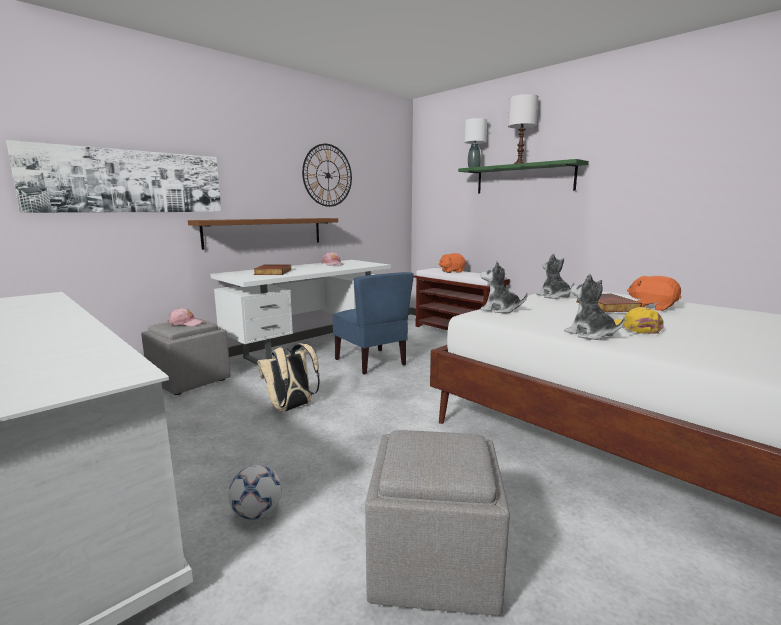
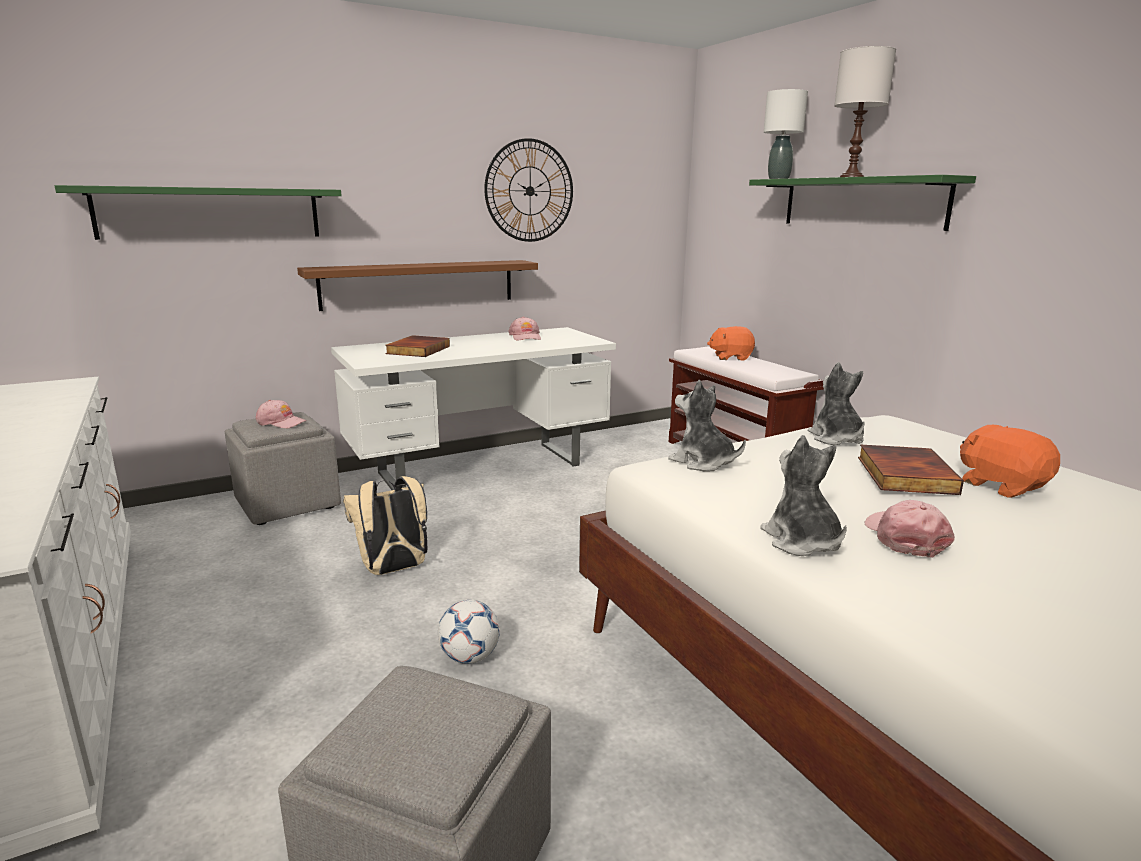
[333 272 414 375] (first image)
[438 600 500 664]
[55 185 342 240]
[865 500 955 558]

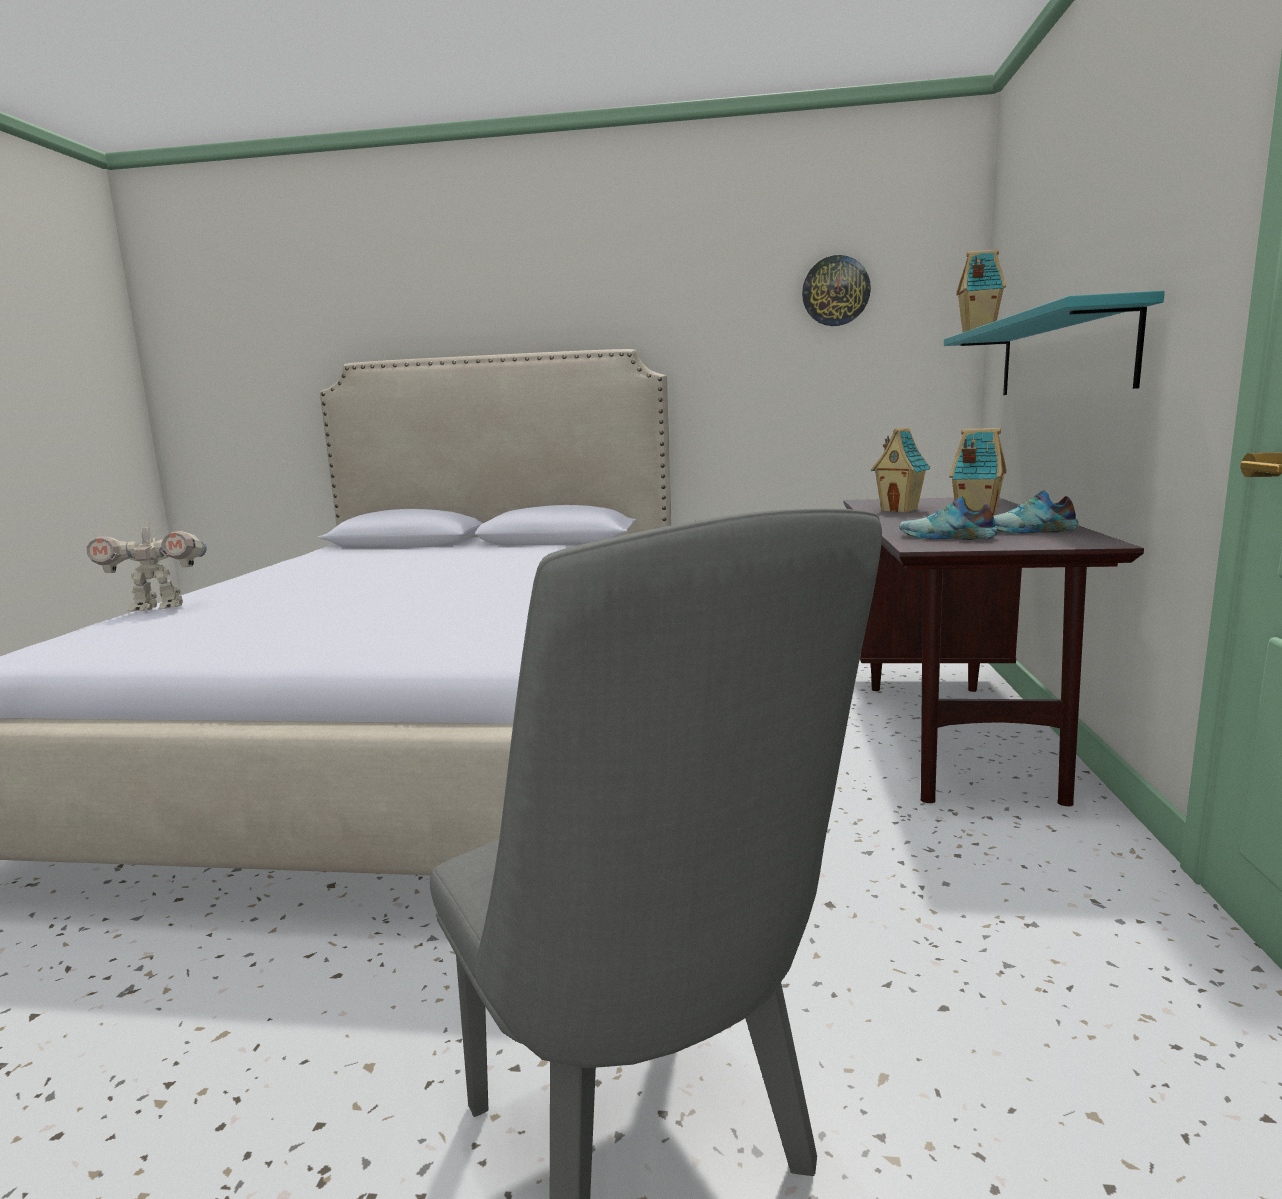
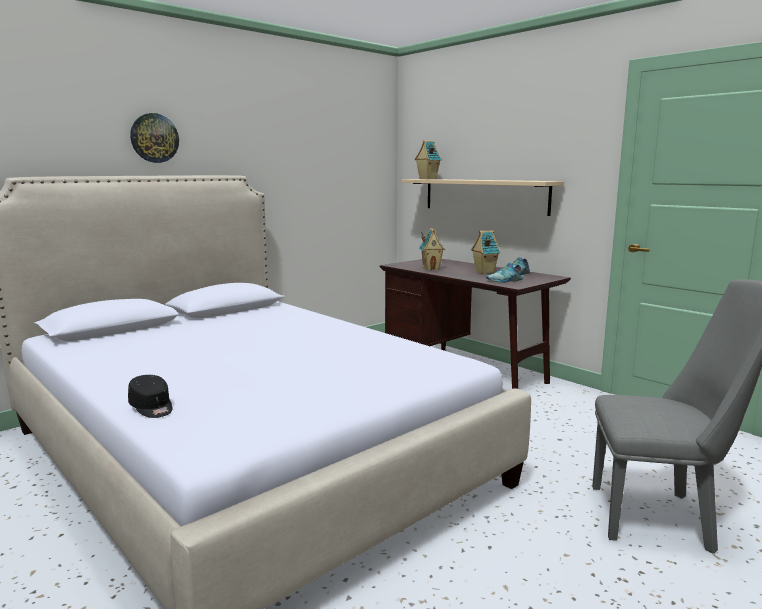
[130 113 179 163]
[128 375 172 418]
[401 179 564 216]

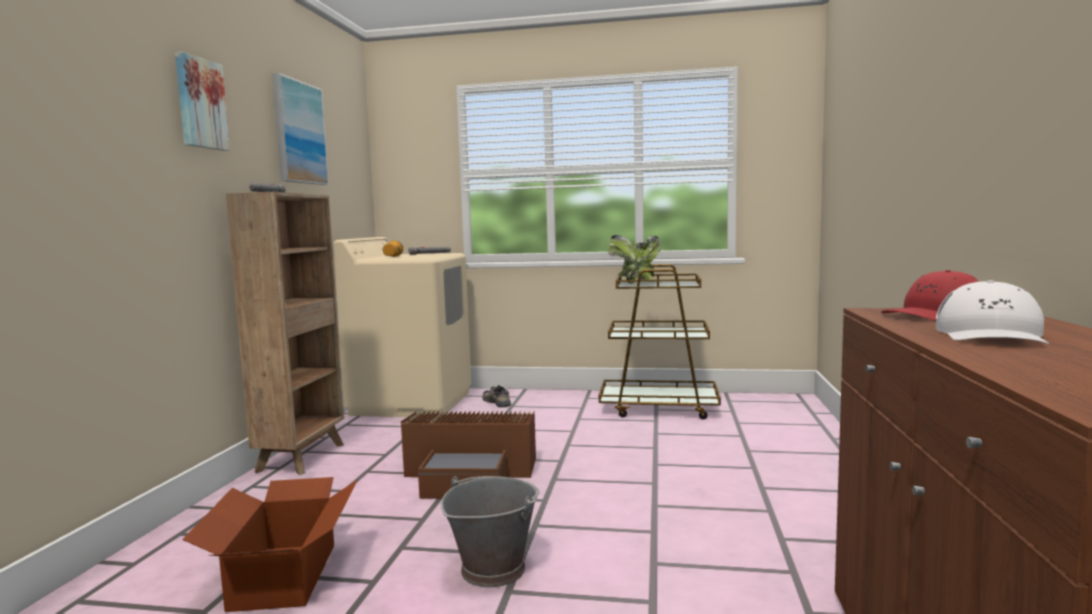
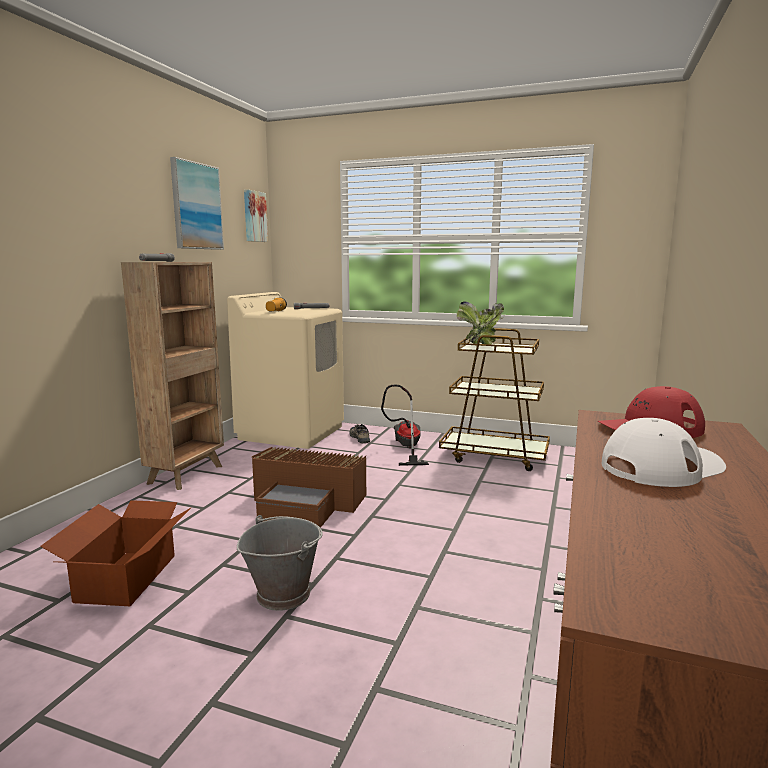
[381 384 429 466]
[244 189 268 242]
[602 418 726 487]

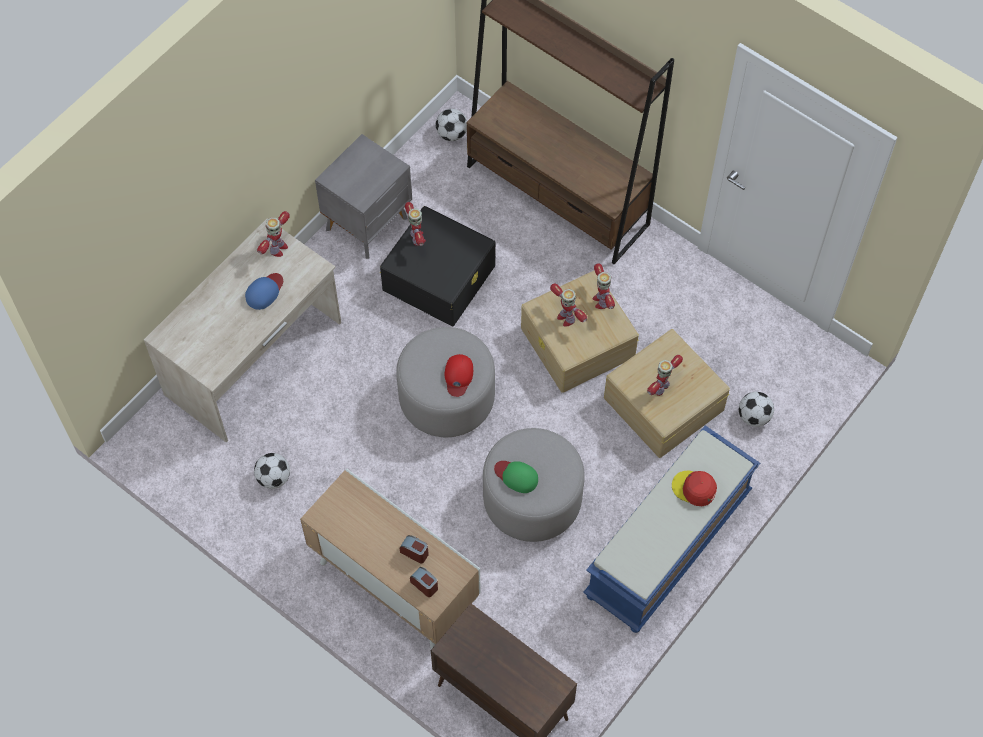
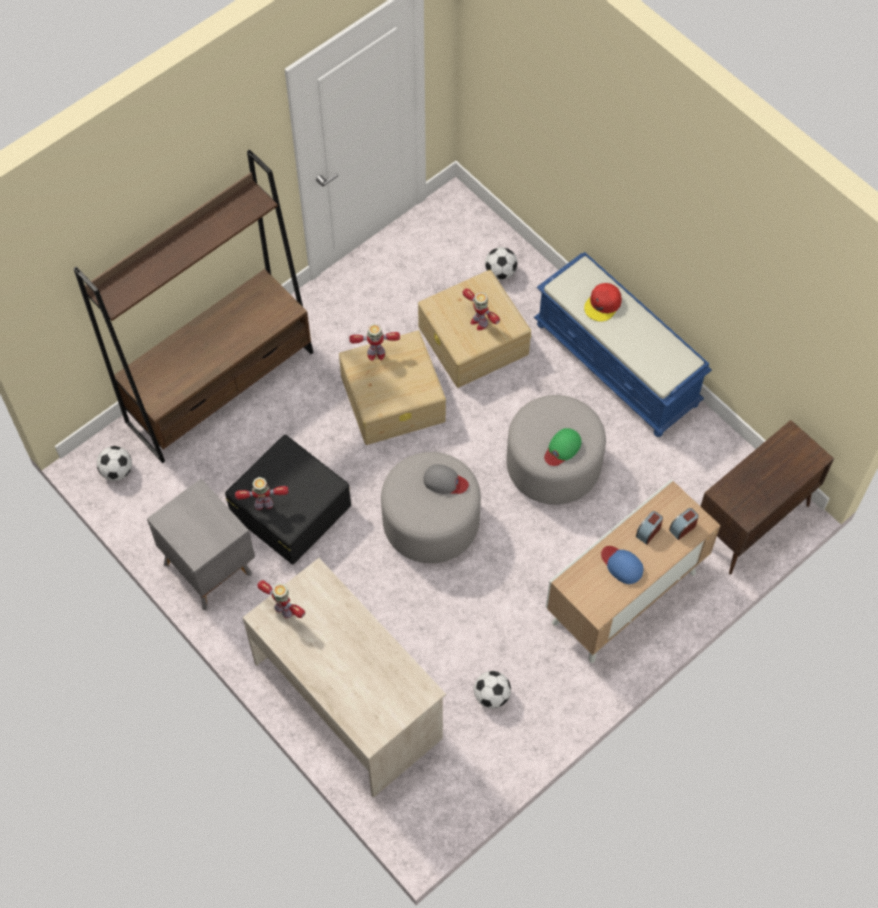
[550 283 587 326] (first image)
[601 546 643 584]
[423 464 469 494]

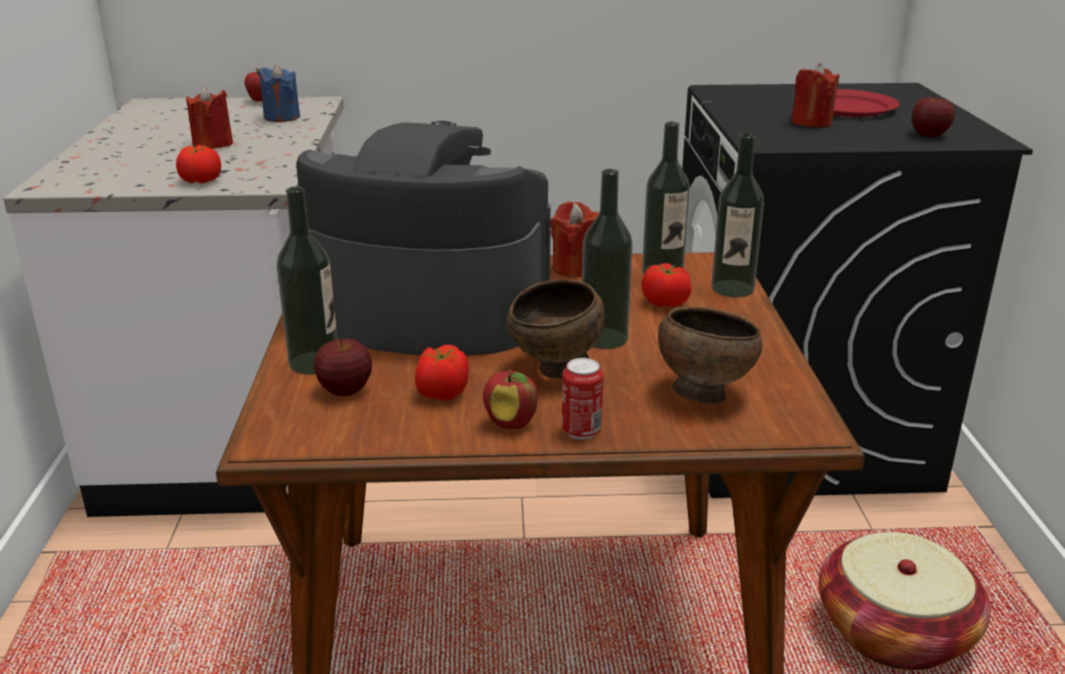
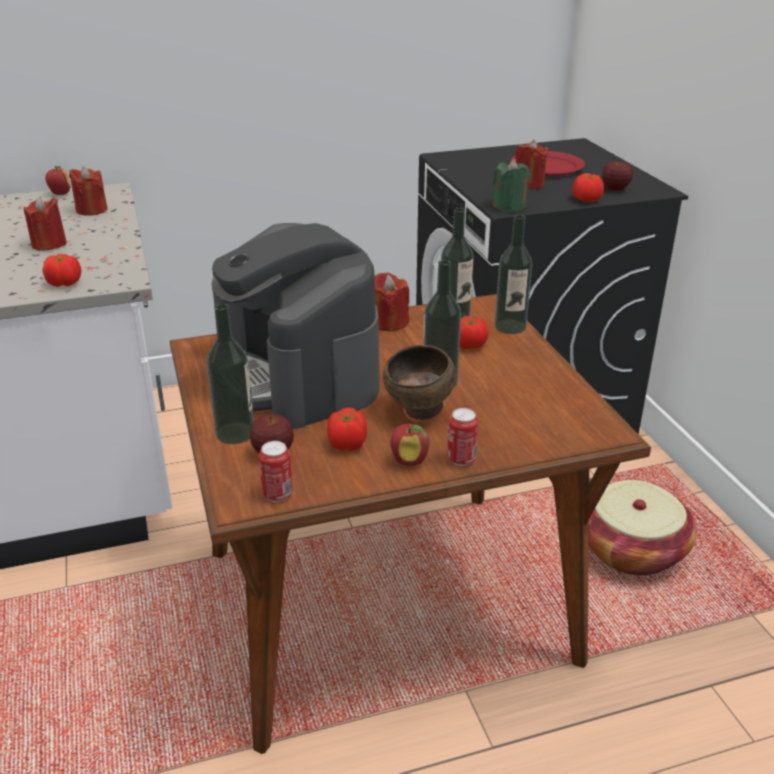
[658 307 763 404] (first image)
[259 441 293 502]
[492 159 530 212]
[573 173 604 202]
[69 167 107 216]
[212 223 380 429]

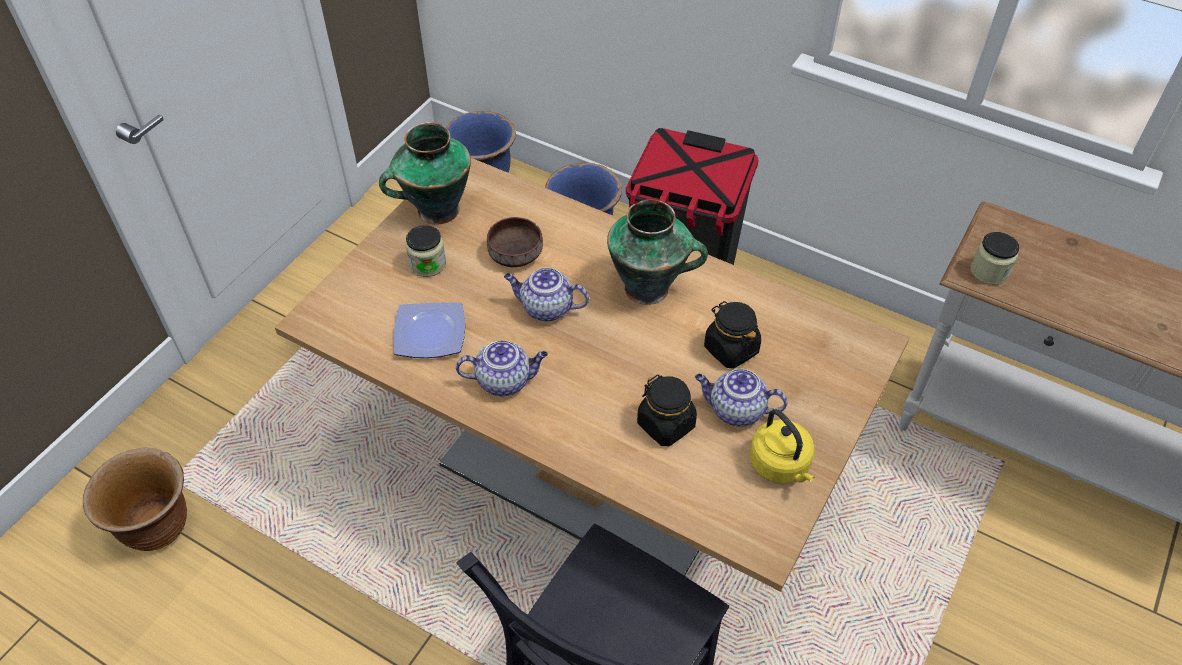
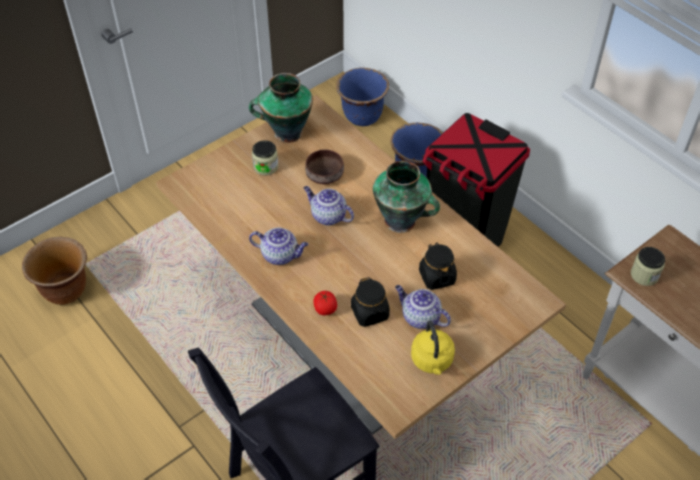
[393 302 465 358] (first image)
[313 291 337 315]

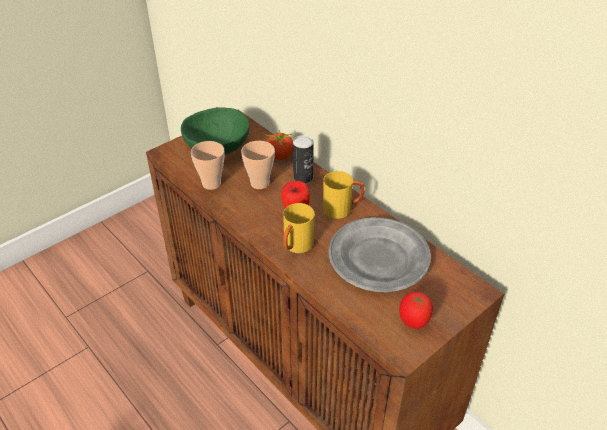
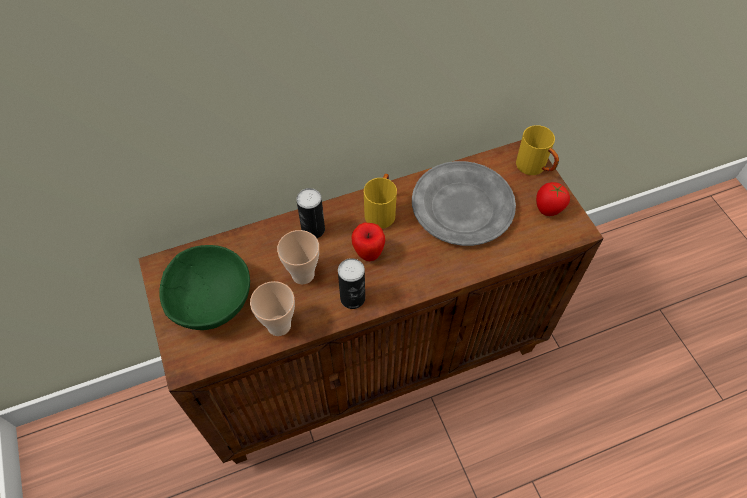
[265 130 294 160] (first image)
[338 258 365 309]
[516 125 559 175]

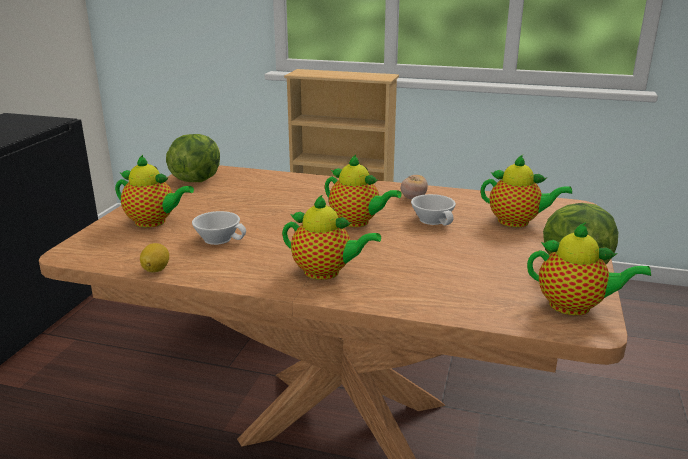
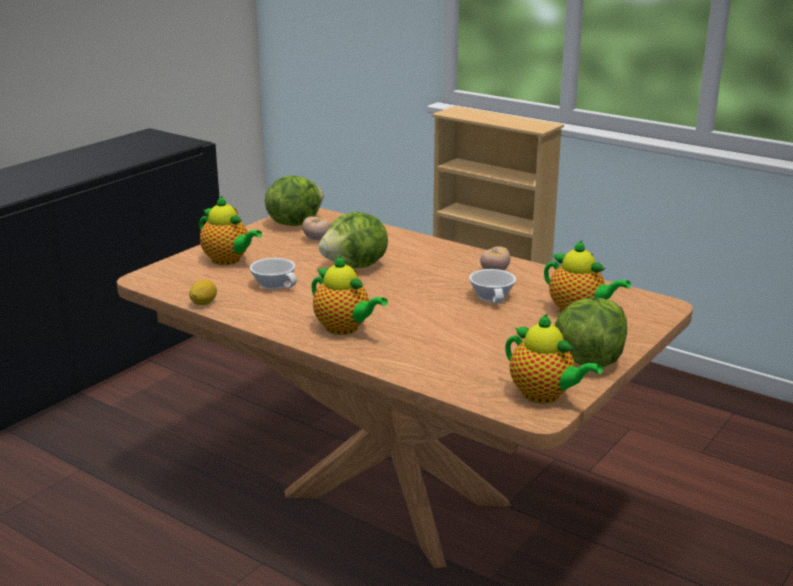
[325 155 402 227] (first image)
[302 217 331 240]
[319 212 388 268]

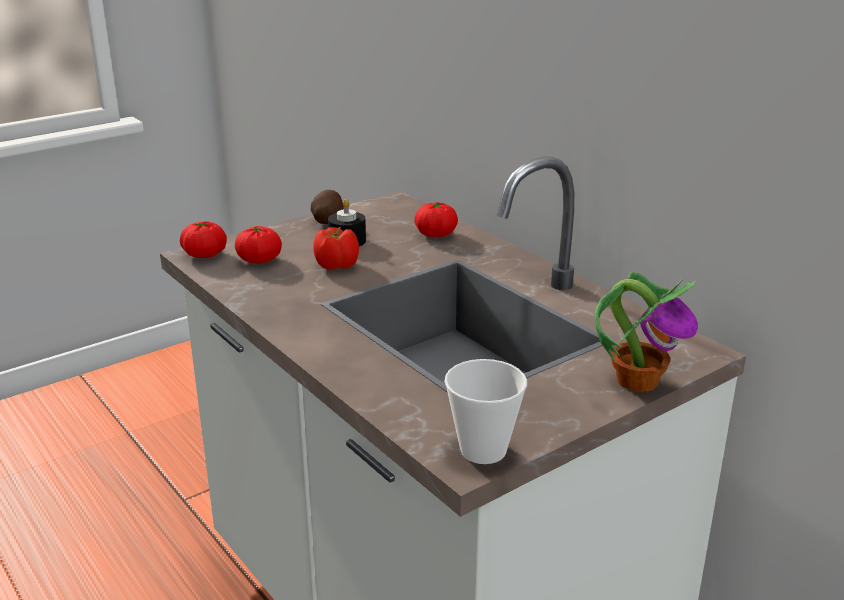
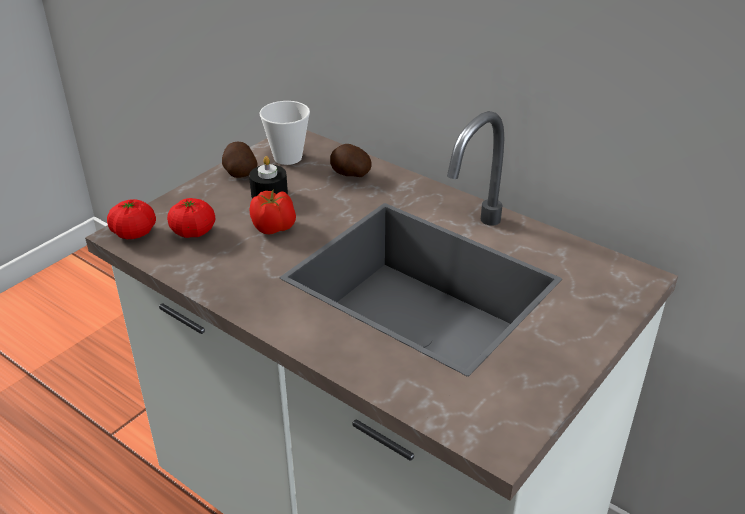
[595 272 698 391] (first image)
[260 101 310 165]
[330 144 372 177]

